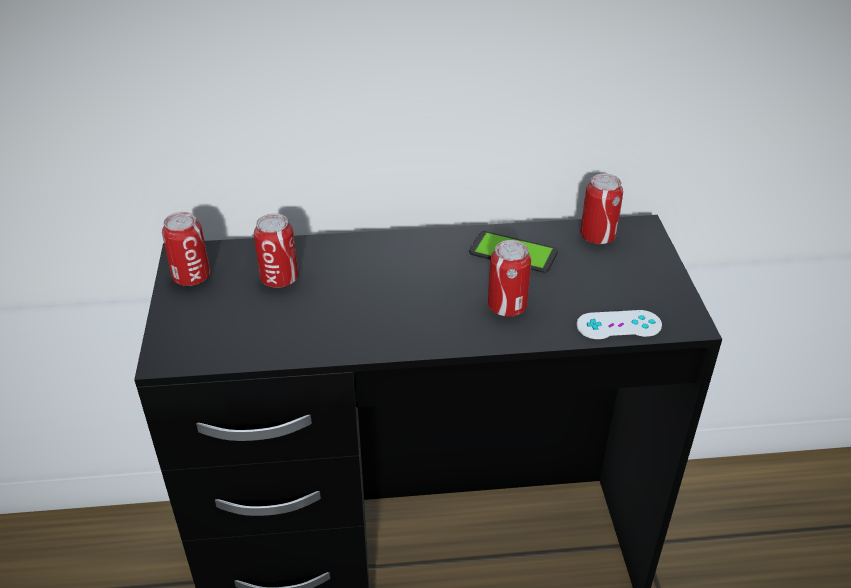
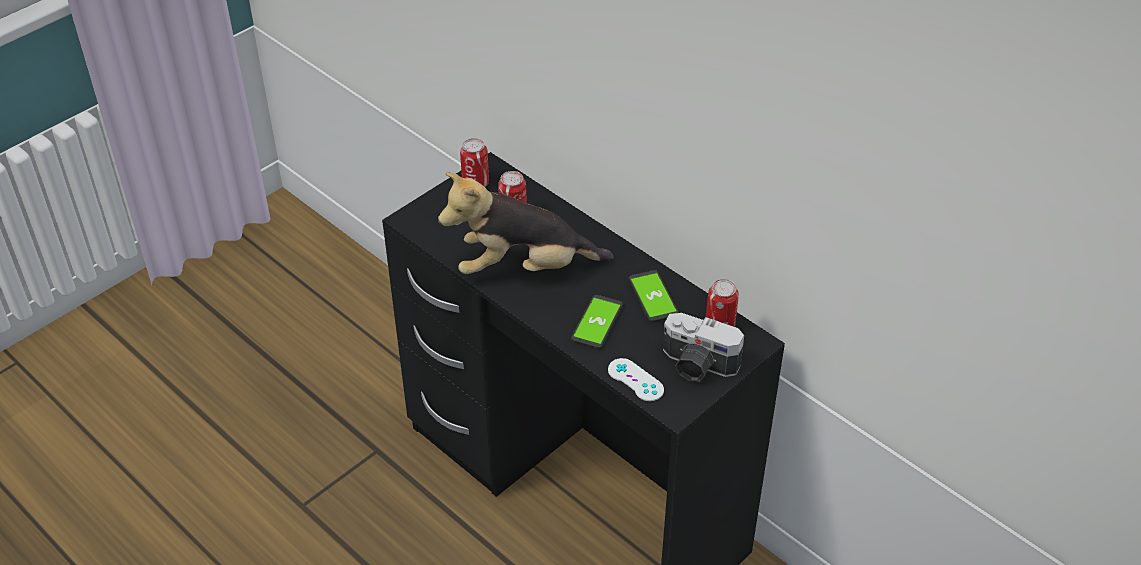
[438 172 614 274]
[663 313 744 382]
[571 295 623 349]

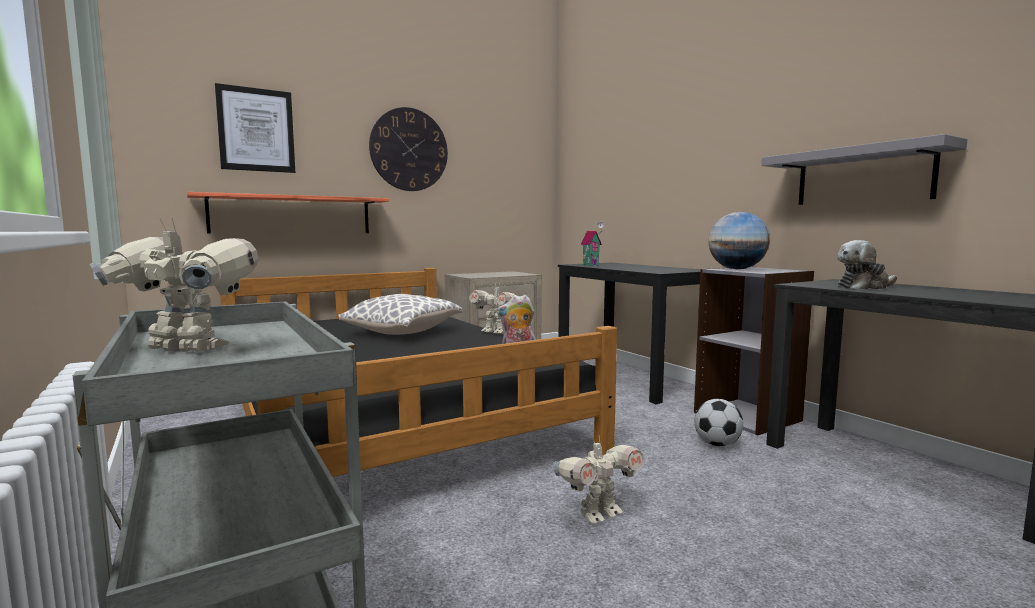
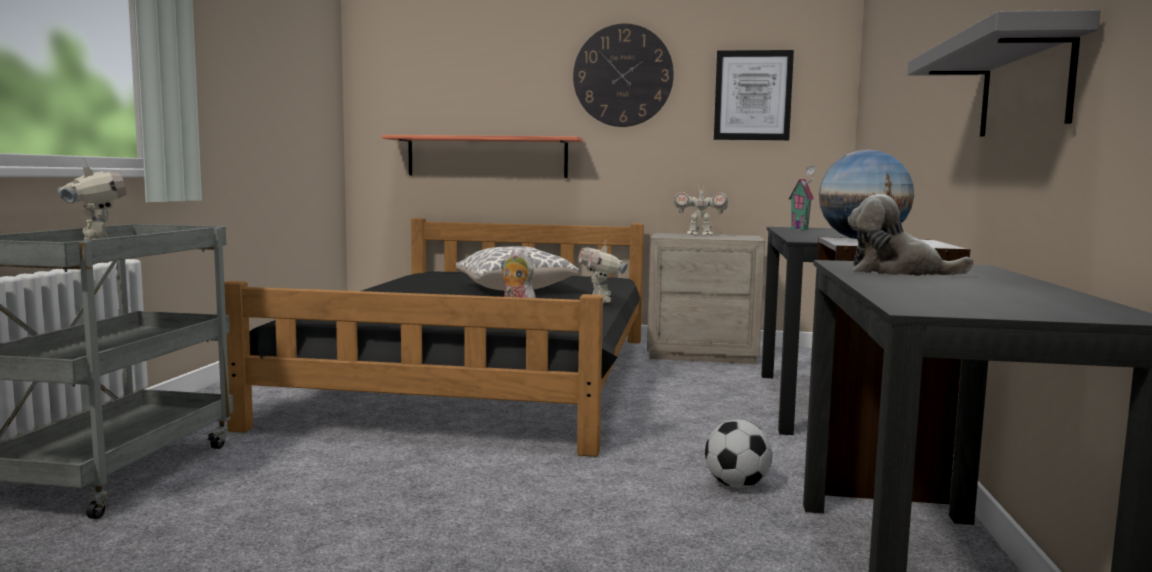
[714 50 794 140]
[674 188 728 236]

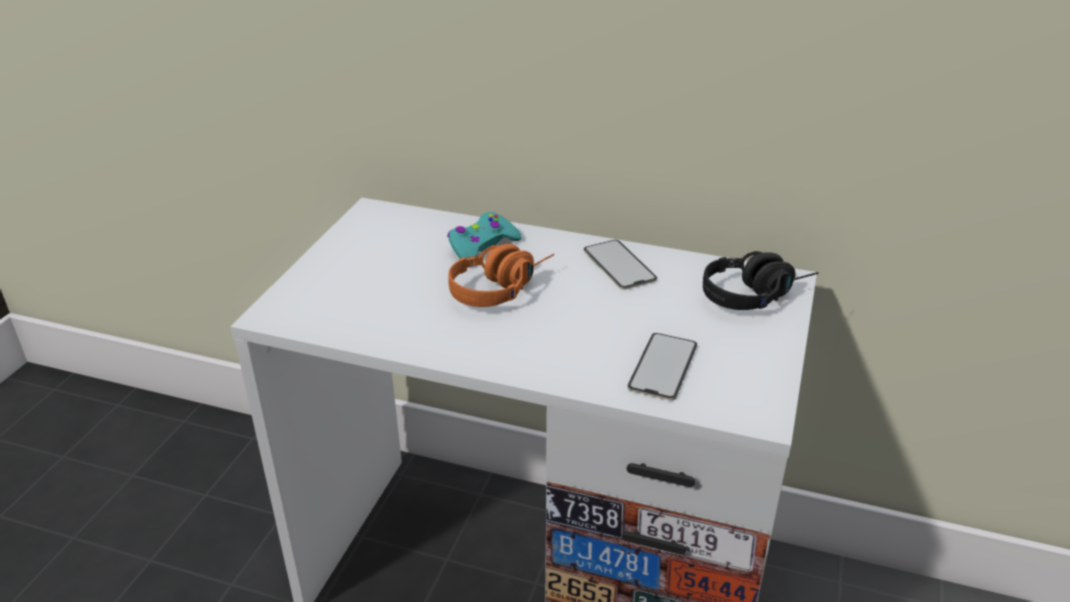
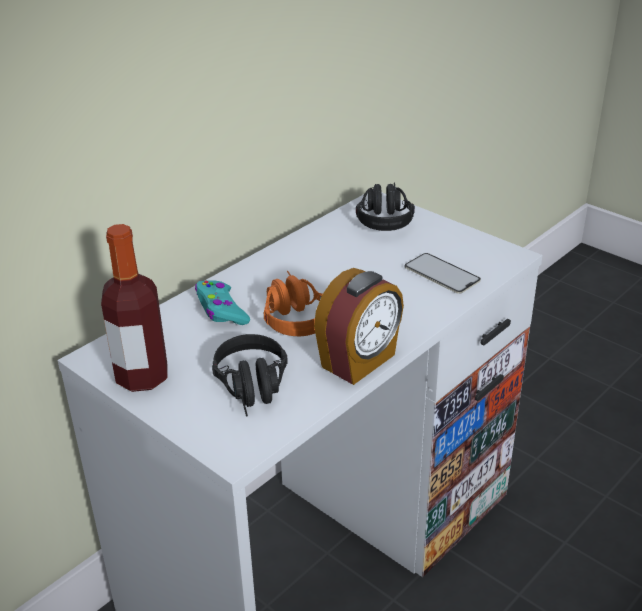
[584 240 657 290] (first image)
[101 224 168 392]
[212 334 288 416]
[314 268 404 385]

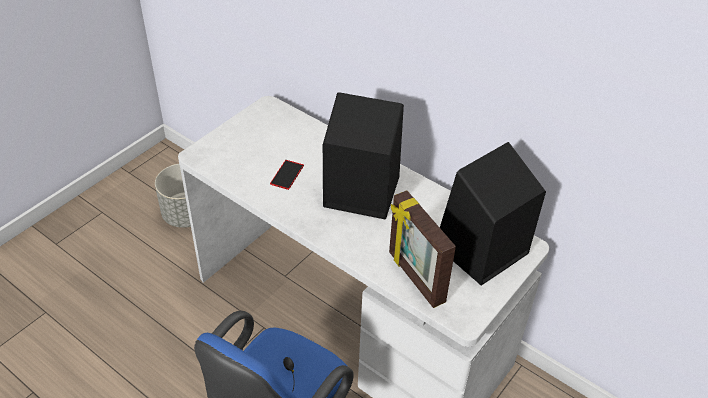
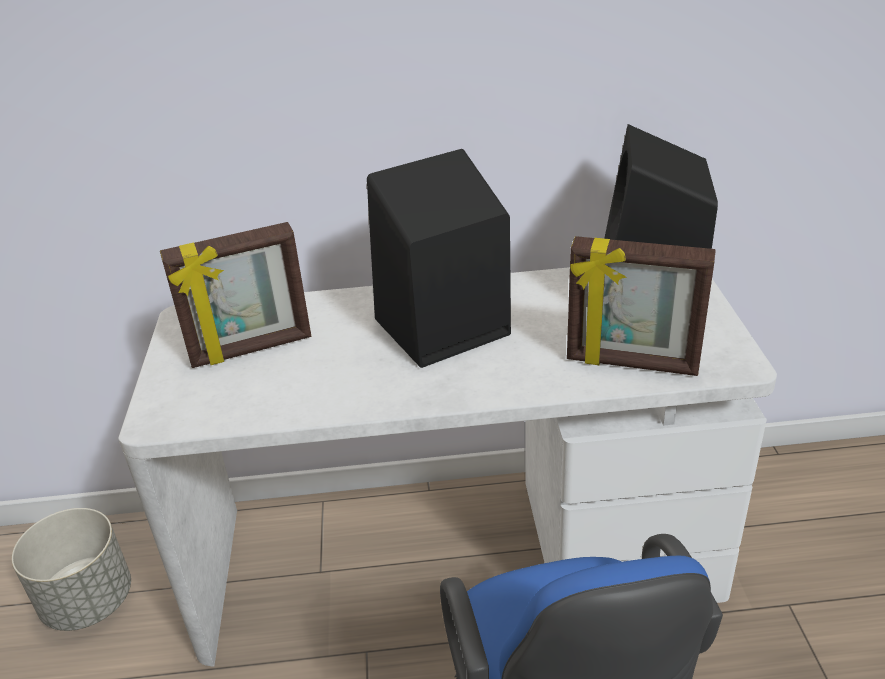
[270 160 304 190] (first image)
[160 222 311 368]

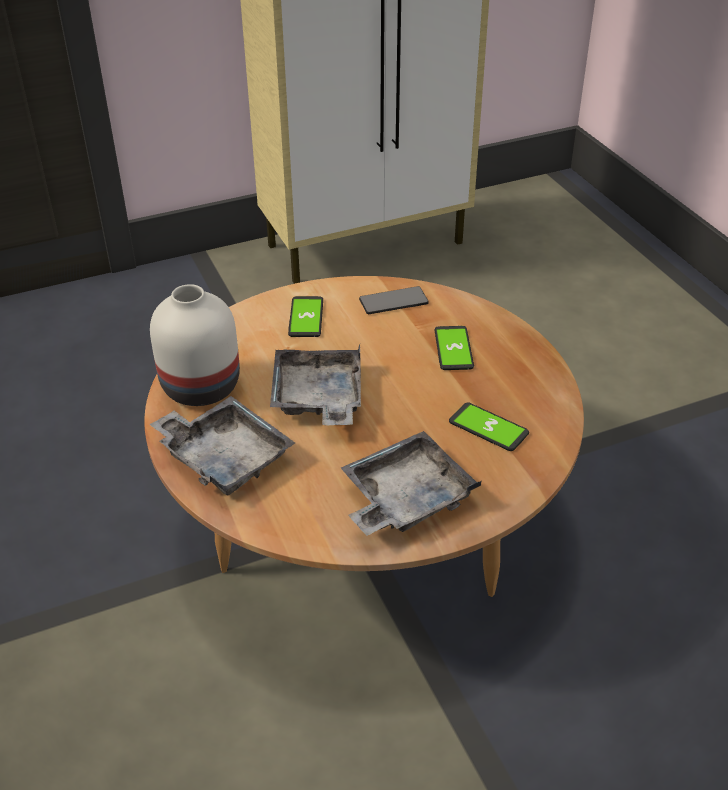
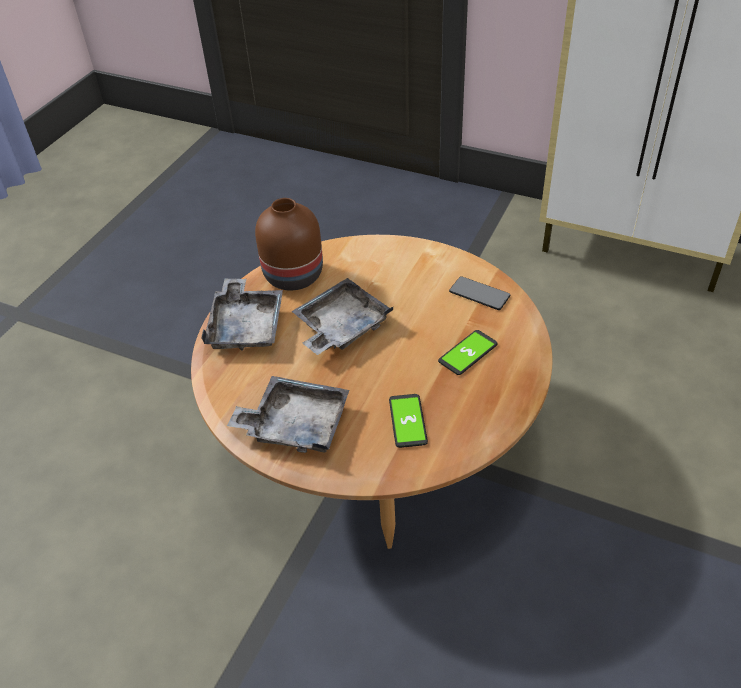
[288 296 323 337] (first image)
[255 198 323 291]

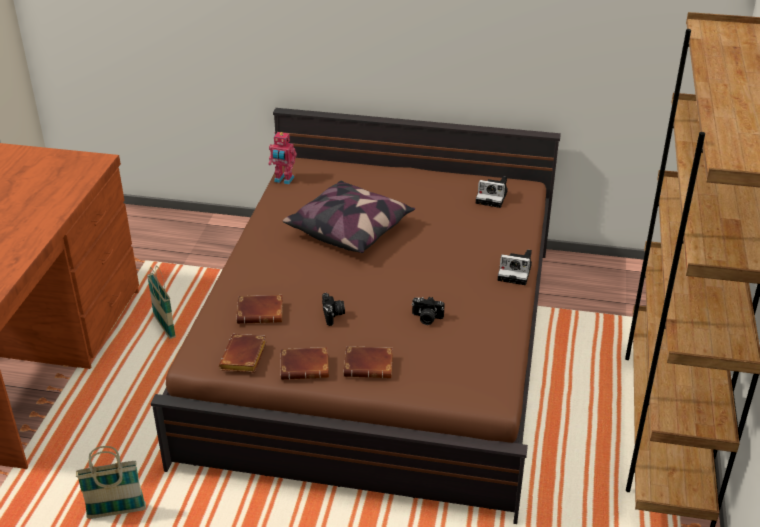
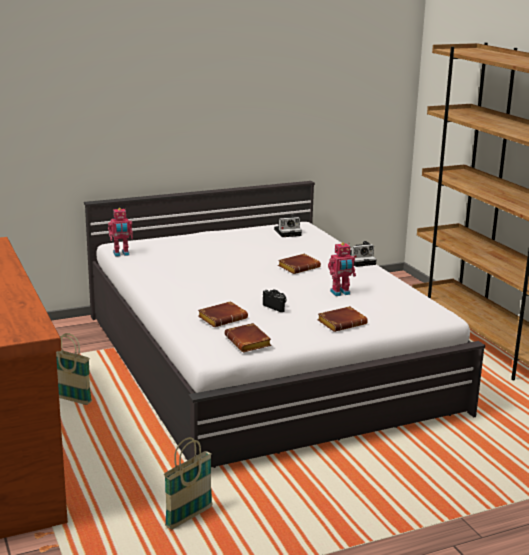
[283 181 415 253] (first image)
[278 254 321 274]
[328 242 356 296]
[84 181 485 468]

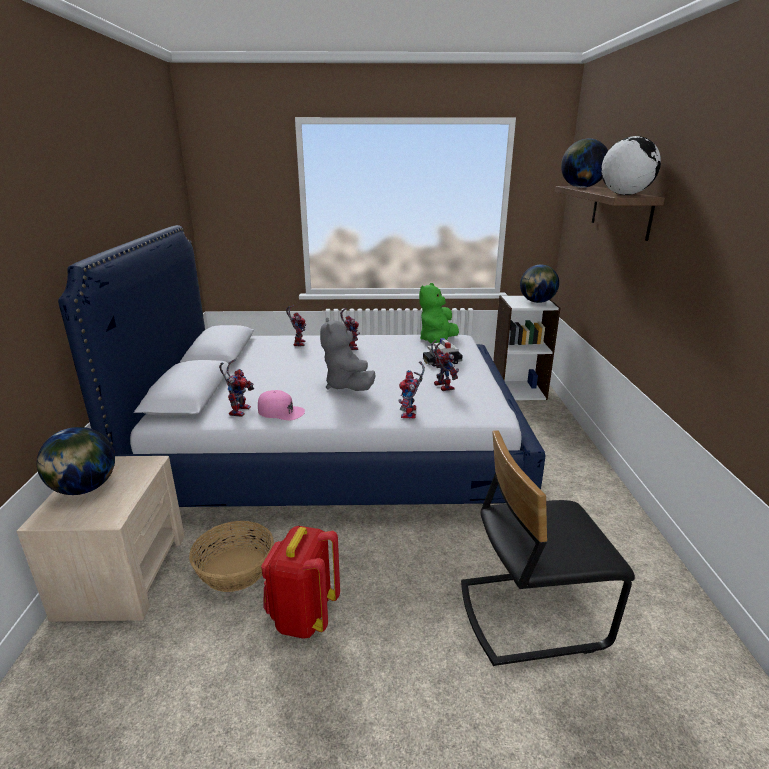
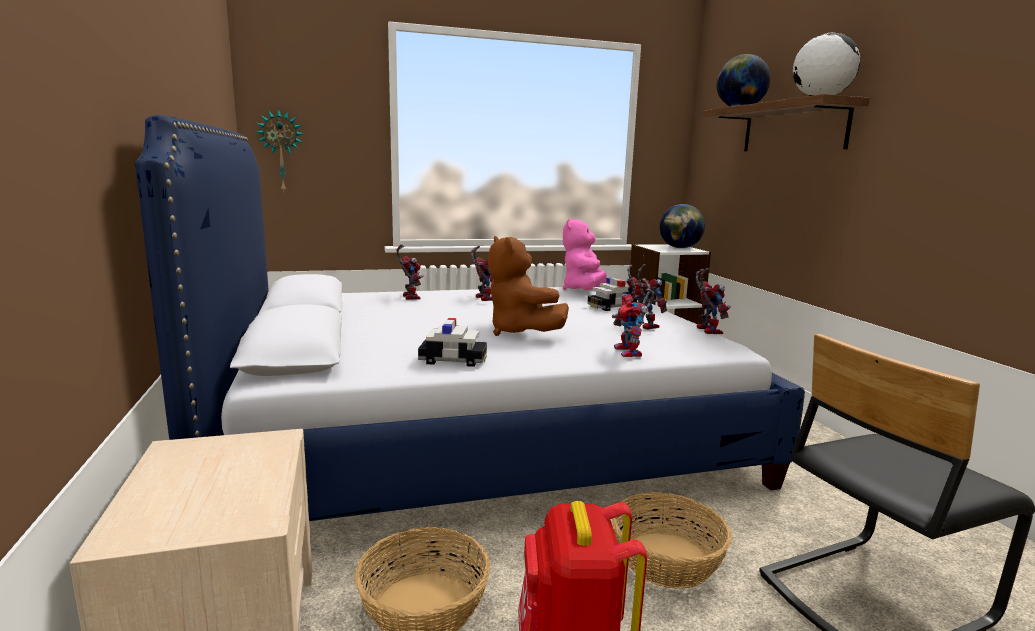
[37 427 115 495] (first image)
[256 109 303 192]
[612 492 732 589]
[696 268 731 334]
[418 318 487 367]
[488 236 569 336]
[563 219 607 290]

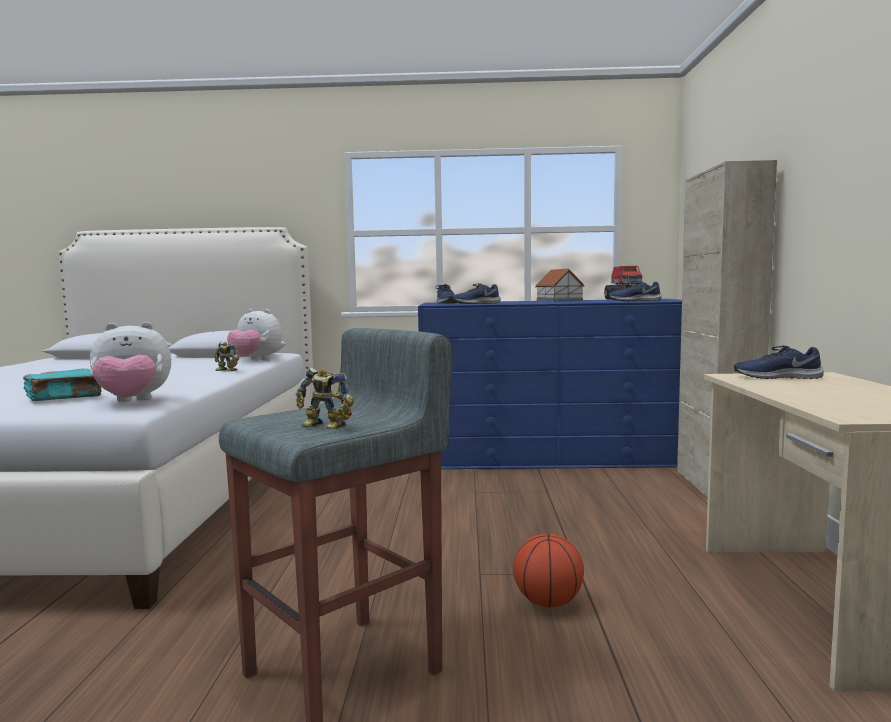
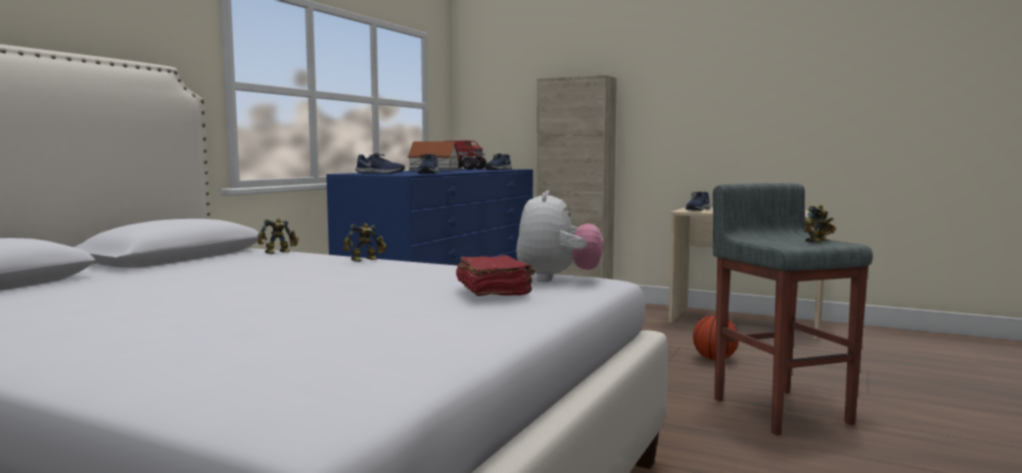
[258 218 299 254]
[456 255 535 296]

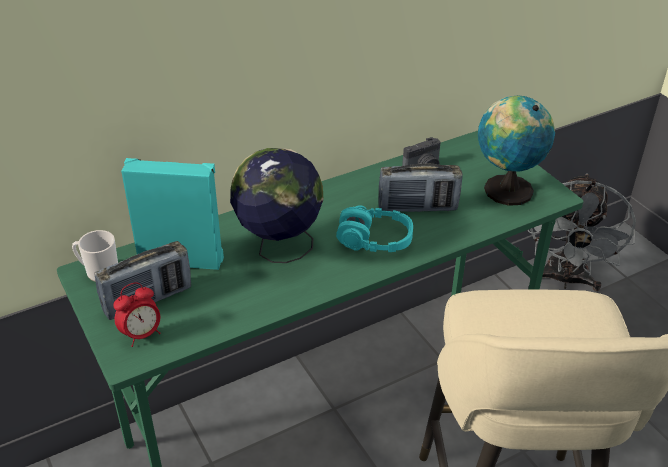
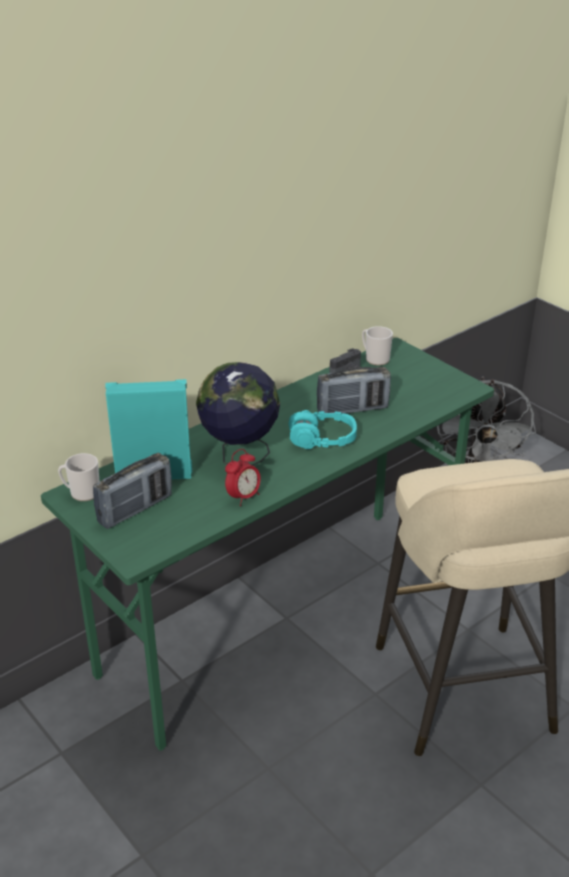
[478 96 555 206] (first image)
[362 326 393 366]
[225 449 261 506]

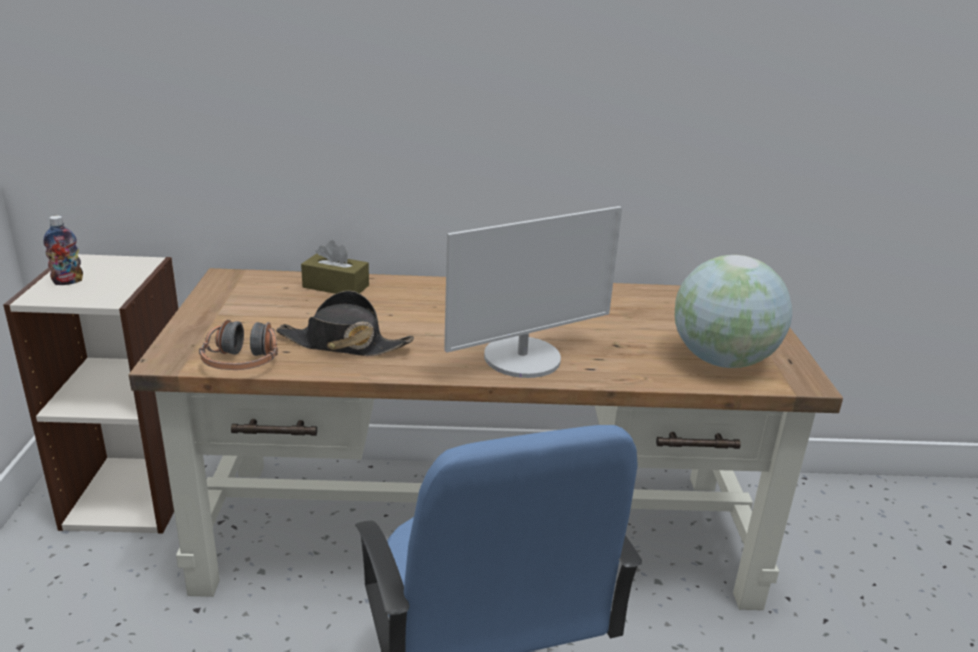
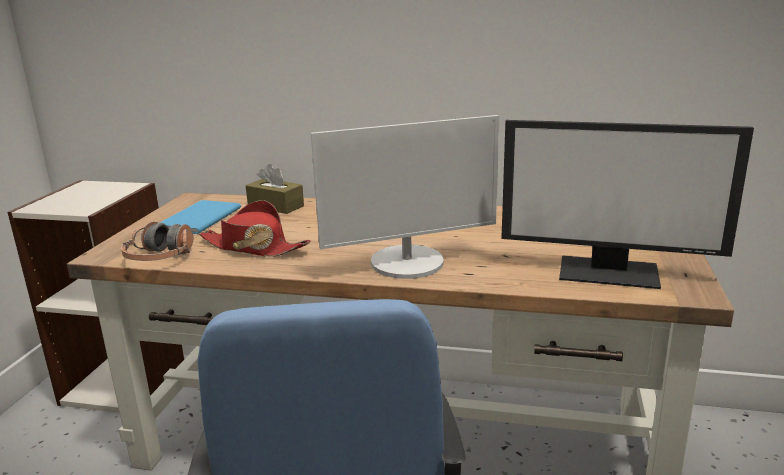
[43 216 83 285] (first image)
[159 200 241 234]
[501 120 754 289]
[200 200 311 257]

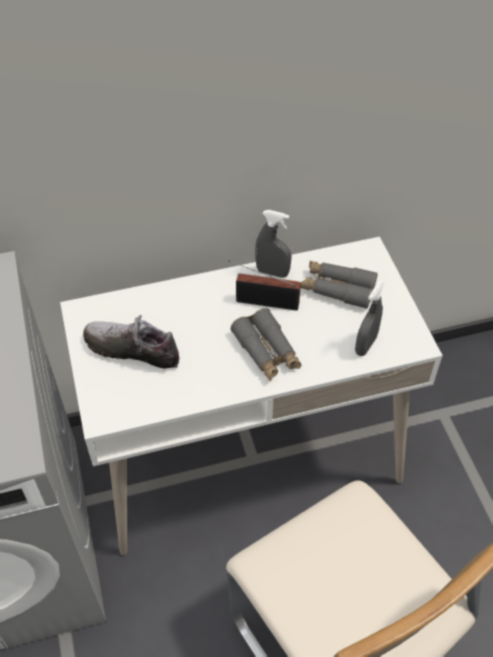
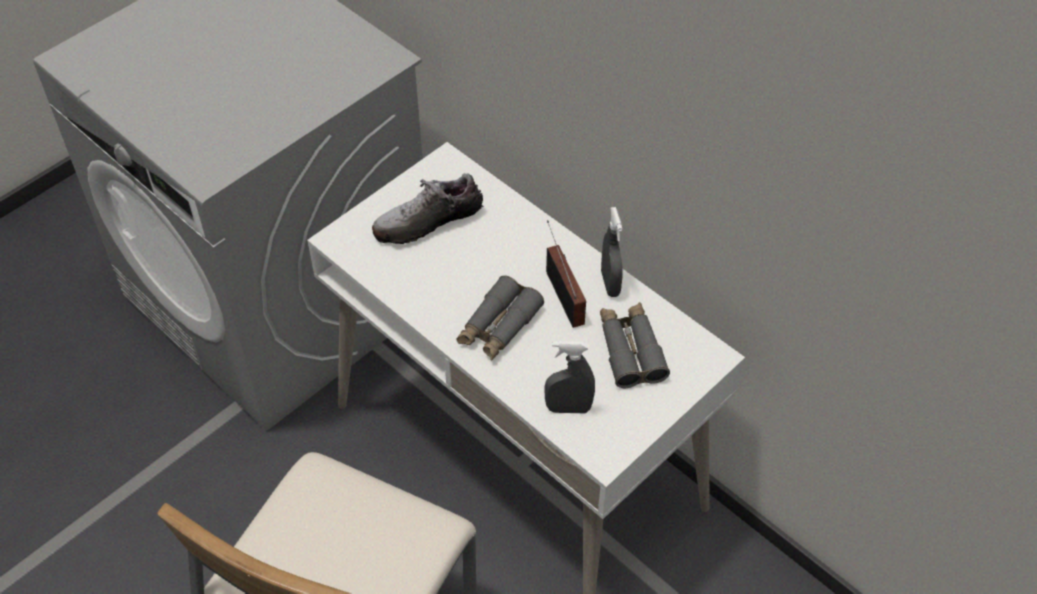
[372 174 483 244]

